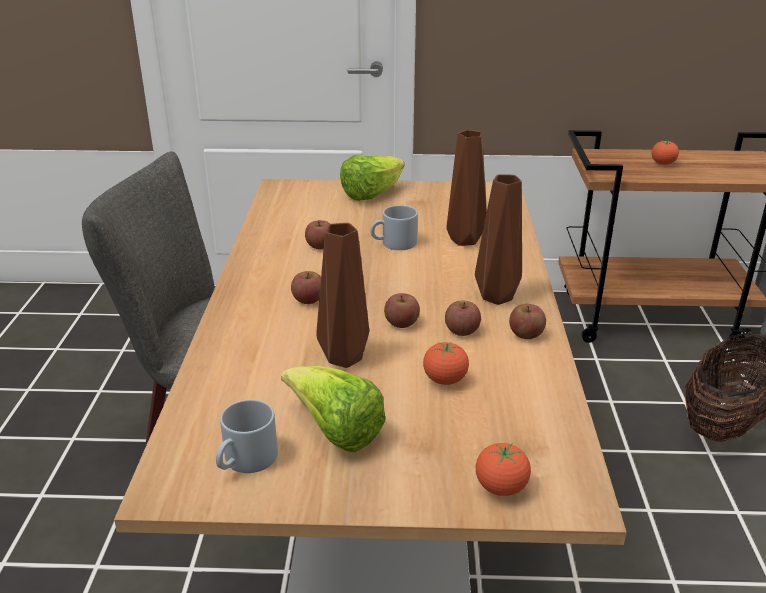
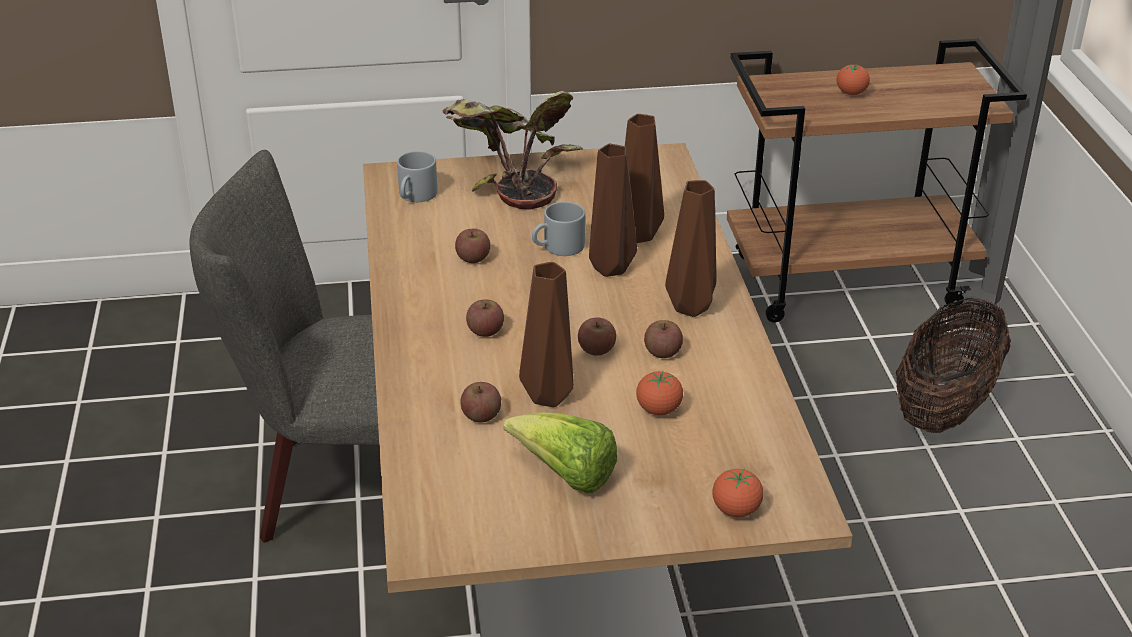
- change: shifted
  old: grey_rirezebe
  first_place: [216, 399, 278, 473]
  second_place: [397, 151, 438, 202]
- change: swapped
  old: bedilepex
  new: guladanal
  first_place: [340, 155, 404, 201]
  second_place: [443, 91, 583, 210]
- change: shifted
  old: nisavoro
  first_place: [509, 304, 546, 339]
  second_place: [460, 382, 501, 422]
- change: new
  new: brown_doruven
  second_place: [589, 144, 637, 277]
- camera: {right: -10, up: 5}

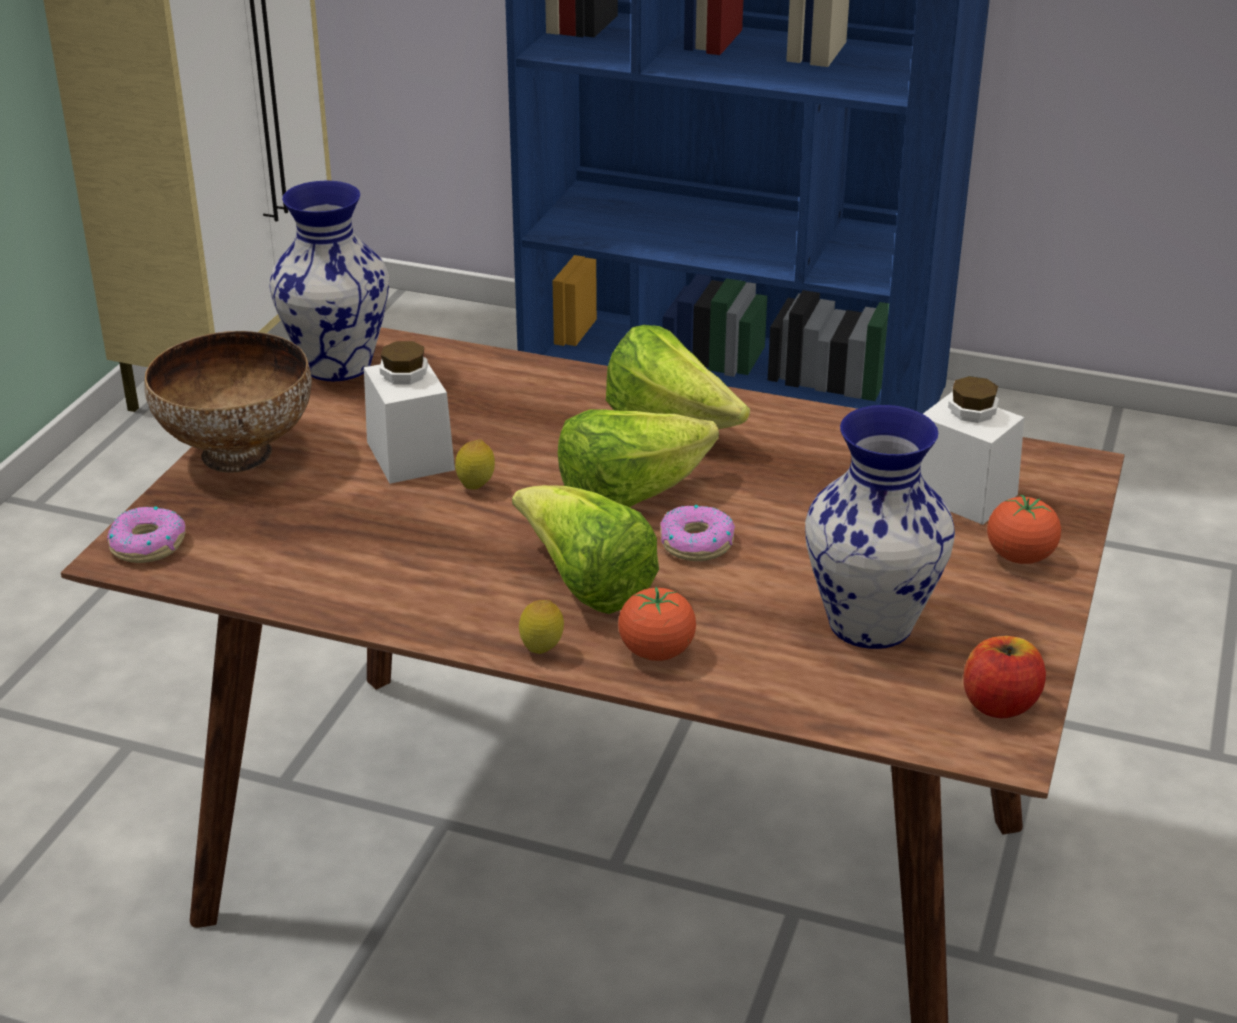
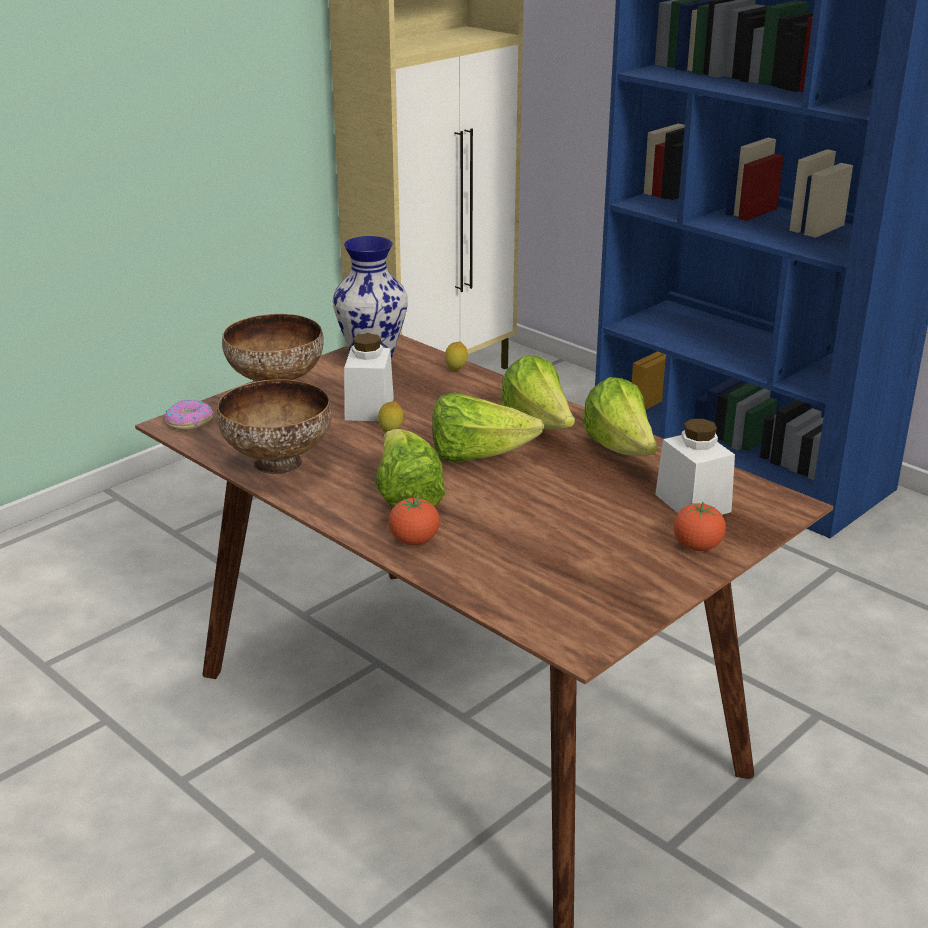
- change: shifted
  old: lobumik
  first_place: [519, 600, 564, 654]
  second_place: [445, 342, 468, 371]
- change: gone
  old: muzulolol
  first_place: [660, 505, 735, 561]
- change: gone
  old: doruven
  first_place: [805, 405, 955, 649]
- change: gone
  old: nisavoro
  first_place: [963, 636, 1046, 718]
- change: new
  new: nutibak
  second_place: [217, 379, 332, 474]
- change: new
  new: bedilepex
  second_place: [582, 377, 658, 456]
- camera: {right: 25, up: -5}

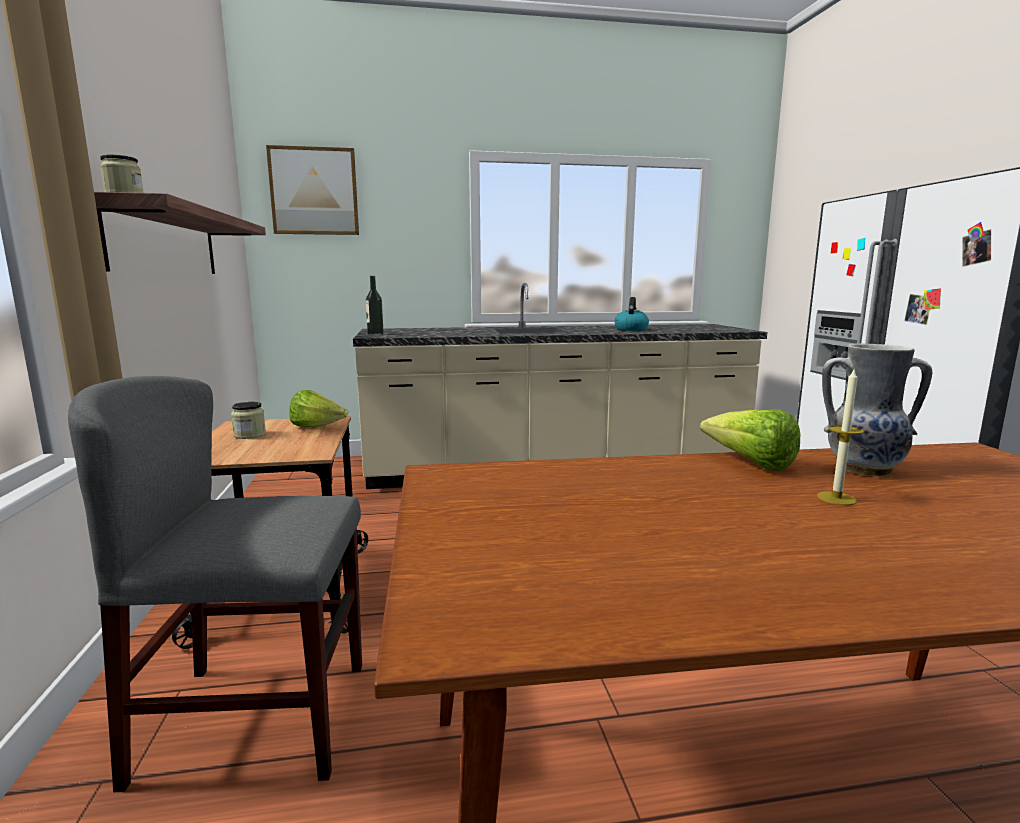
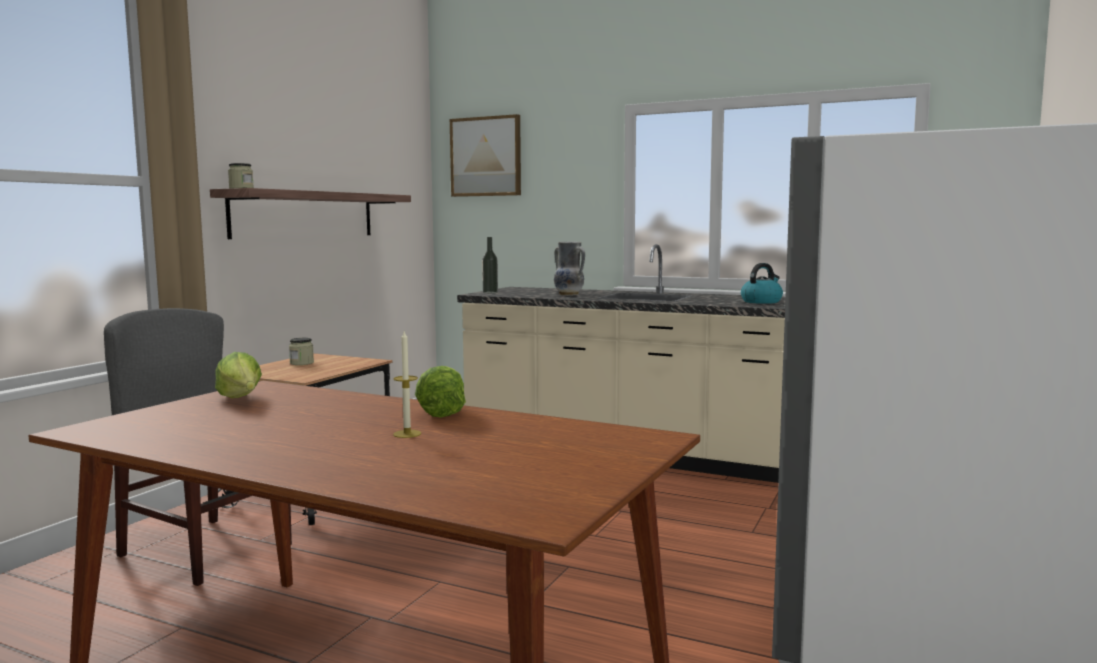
- change: shifted
  old: bedilepex
  first_place: [290, 390, 348, 427]
  second_place: [215, 352, 262, 398]
- change: shifted
  old: doruven
  first_place: [822, 343, 932, 477]
  second_place: [554, 242, 585, 296]
- camera: {right: 35, up: -5}

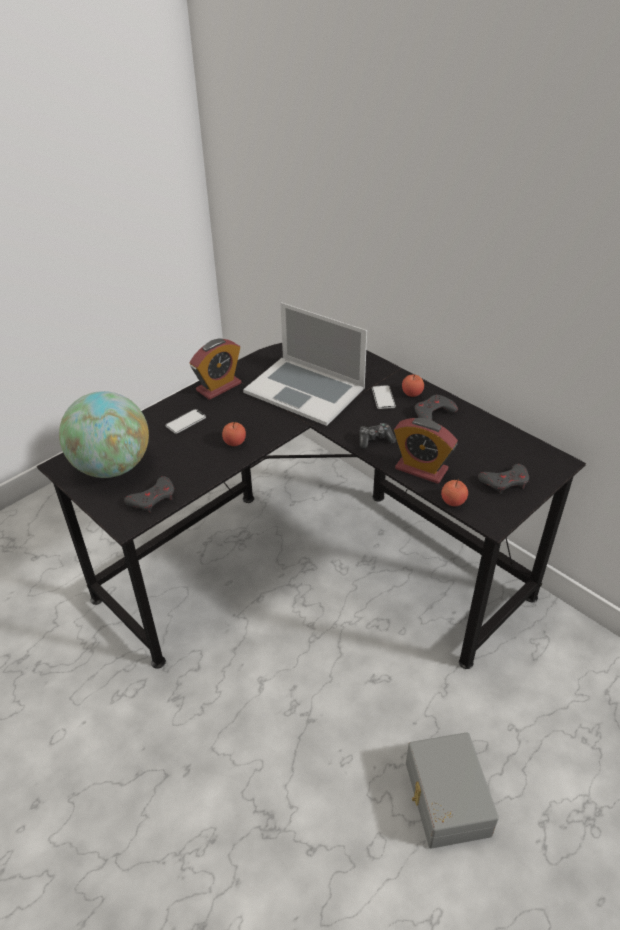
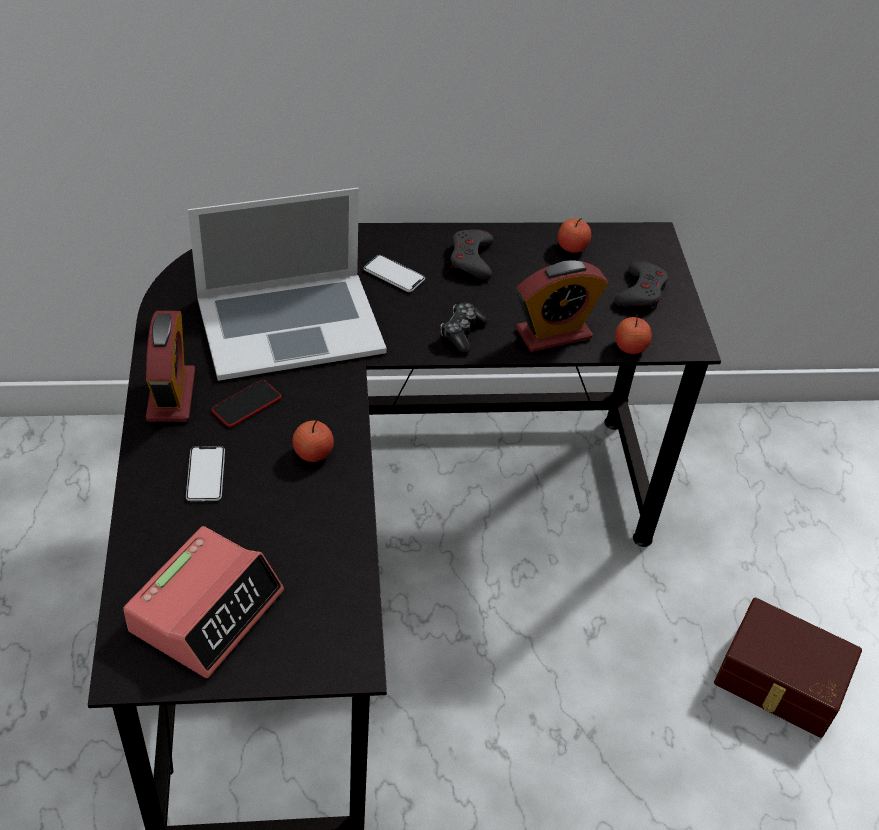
- change: swapped
  old: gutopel
  new: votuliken
  first_place: [59, 391, 149, 478]
  second_place: [123, 526, 284, 678]
- change: gone
  old: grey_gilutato
  first_place: [124, 476, 174, 512]
- change: shifted
  old: nisavoro
  first_place: [402, 375, 424, 397]
  second_place: [558, 218, 591, 253]
- change: repainted
  old: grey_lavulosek
  new: brown_lavulosek
  first_place: [406, 732, 499, 849]
  second_place: [714, 598, 862, 738]
- change: new
  new: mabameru
  second_place: [211, 380, 282, 427]
- camera: {right: -55, up: 5}

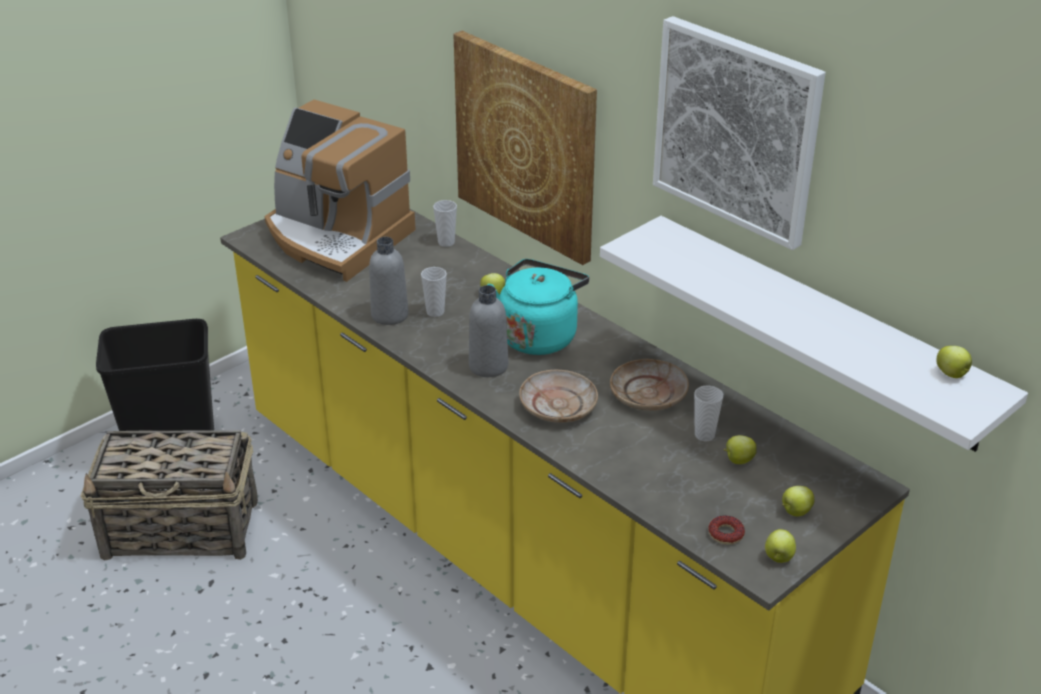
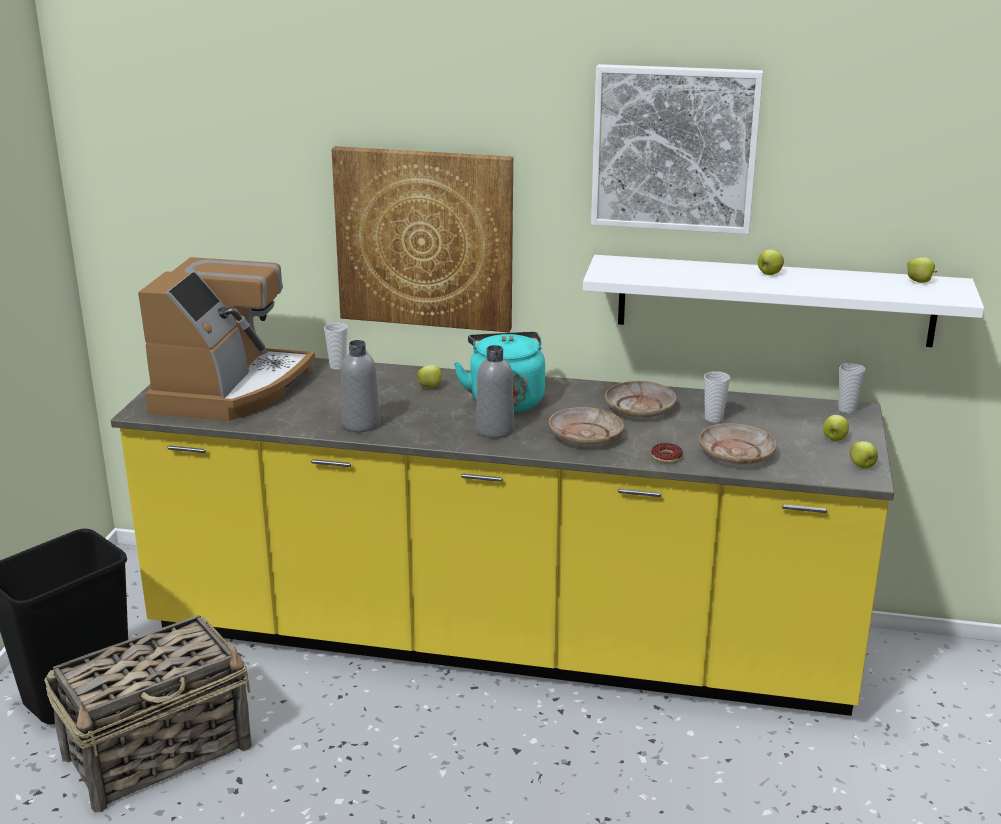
- change: rotated
  old: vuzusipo
  first_place: [265, 100, 416, 282]
  second_place: [138, 257, 315, 421]
  degrees: -75
- change: shifted
  old: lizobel
  first_place: [421, 267, 447, 317]
  second_place: [838, 363, 866, 413]
- change: shifted
  old: muzulolol
  first_place: [708, 516, 745, 545]
  second_place: [651, 443, 683, 463]
- change: shifted
  old: nisavoro
  first_place: [724, 435, 757, 464]
  second_place: [758, 249, 784, 275]
- change: new
  new: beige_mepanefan
  second_place: [699, 423, 776, 465]
- camera: {right: -35, up: -10}

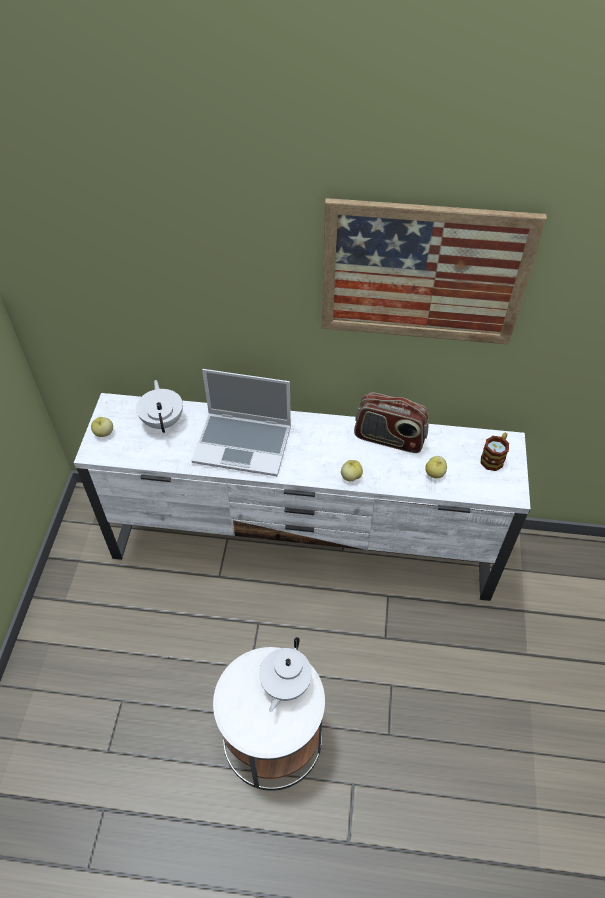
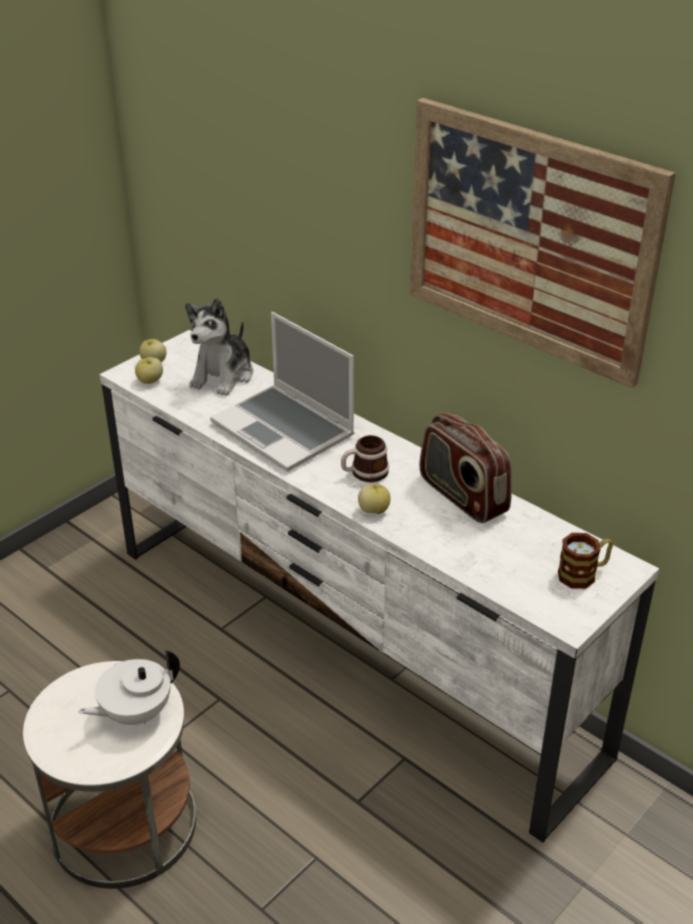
- change: swapped
  old: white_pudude
  new: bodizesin
  first_place: [136, 380, 183, 433]
  second_place: [185, 298, 253, 396]
- change: shifted
  old: nisavoro
  first_place: [425, 456, 447, 478]
  second_place: [135, 357, 163, 384]
- change: new
  new: rirezebe
  second_place: [341, 435, 389, 483]
- camera: {right: 35, up: -15}

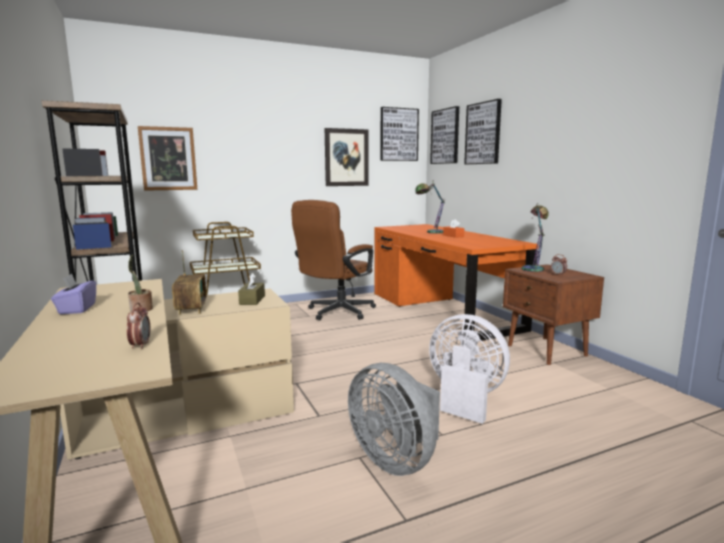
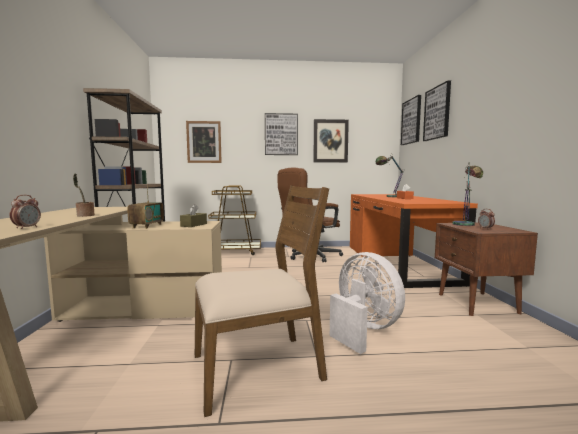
- change: gone
  old: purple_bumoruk
  first_place: [51, 274, 96, 314]
- change: swapped
  old: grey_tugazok
  new: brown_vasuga
  first_place: [348, 363, 440, 476]
  second_place: [195, 185, 329, 417]
- change: shifted
  old: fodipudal
  first_place: [380, 107, 419, 161]
  second_place: [265, 113, 298, 155]
- camera: {right: 20, up: -5}

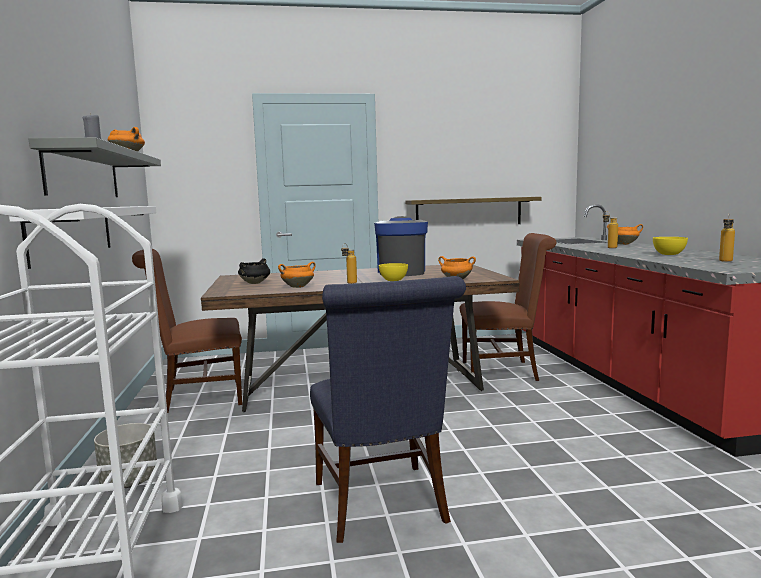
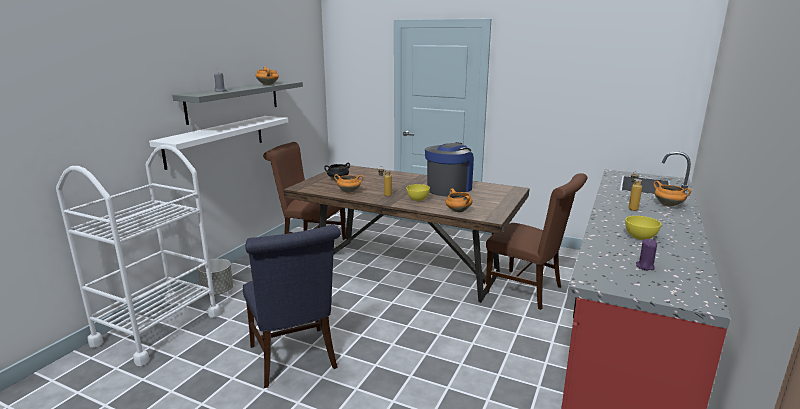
- change: rotated
  old: blue_vasuga
  first_place: [310, 276, 466, 543]
  second_place: [243, 225, 341, 388]
  degrees: -45
- change: gone
  old: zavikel
  first_place: [406, 197, 542, 224]
- change: swapped
  old: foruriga
  new: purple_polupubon
  first_place: [719, 214, 735, 262]
  second_place: [636, 239, 657, 270]
- camera: {right: 35, up: 10}

